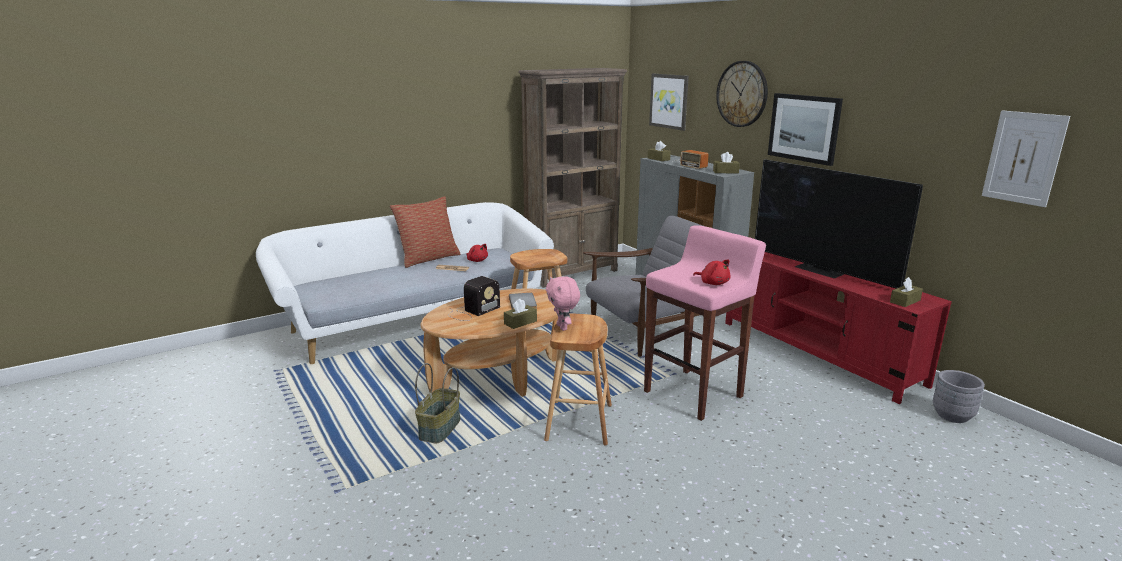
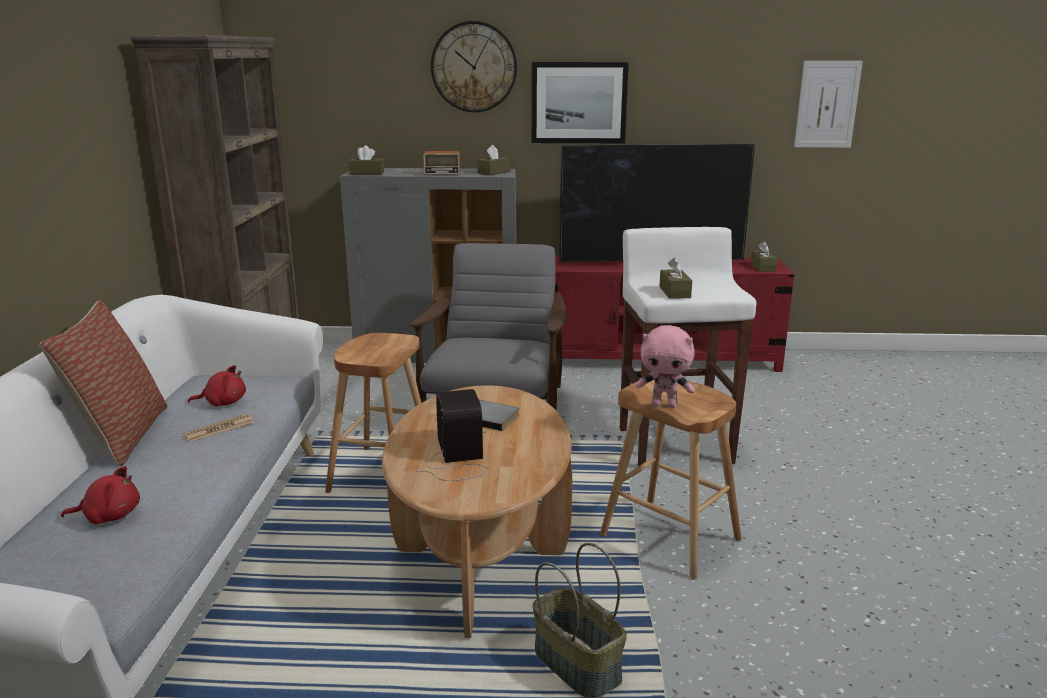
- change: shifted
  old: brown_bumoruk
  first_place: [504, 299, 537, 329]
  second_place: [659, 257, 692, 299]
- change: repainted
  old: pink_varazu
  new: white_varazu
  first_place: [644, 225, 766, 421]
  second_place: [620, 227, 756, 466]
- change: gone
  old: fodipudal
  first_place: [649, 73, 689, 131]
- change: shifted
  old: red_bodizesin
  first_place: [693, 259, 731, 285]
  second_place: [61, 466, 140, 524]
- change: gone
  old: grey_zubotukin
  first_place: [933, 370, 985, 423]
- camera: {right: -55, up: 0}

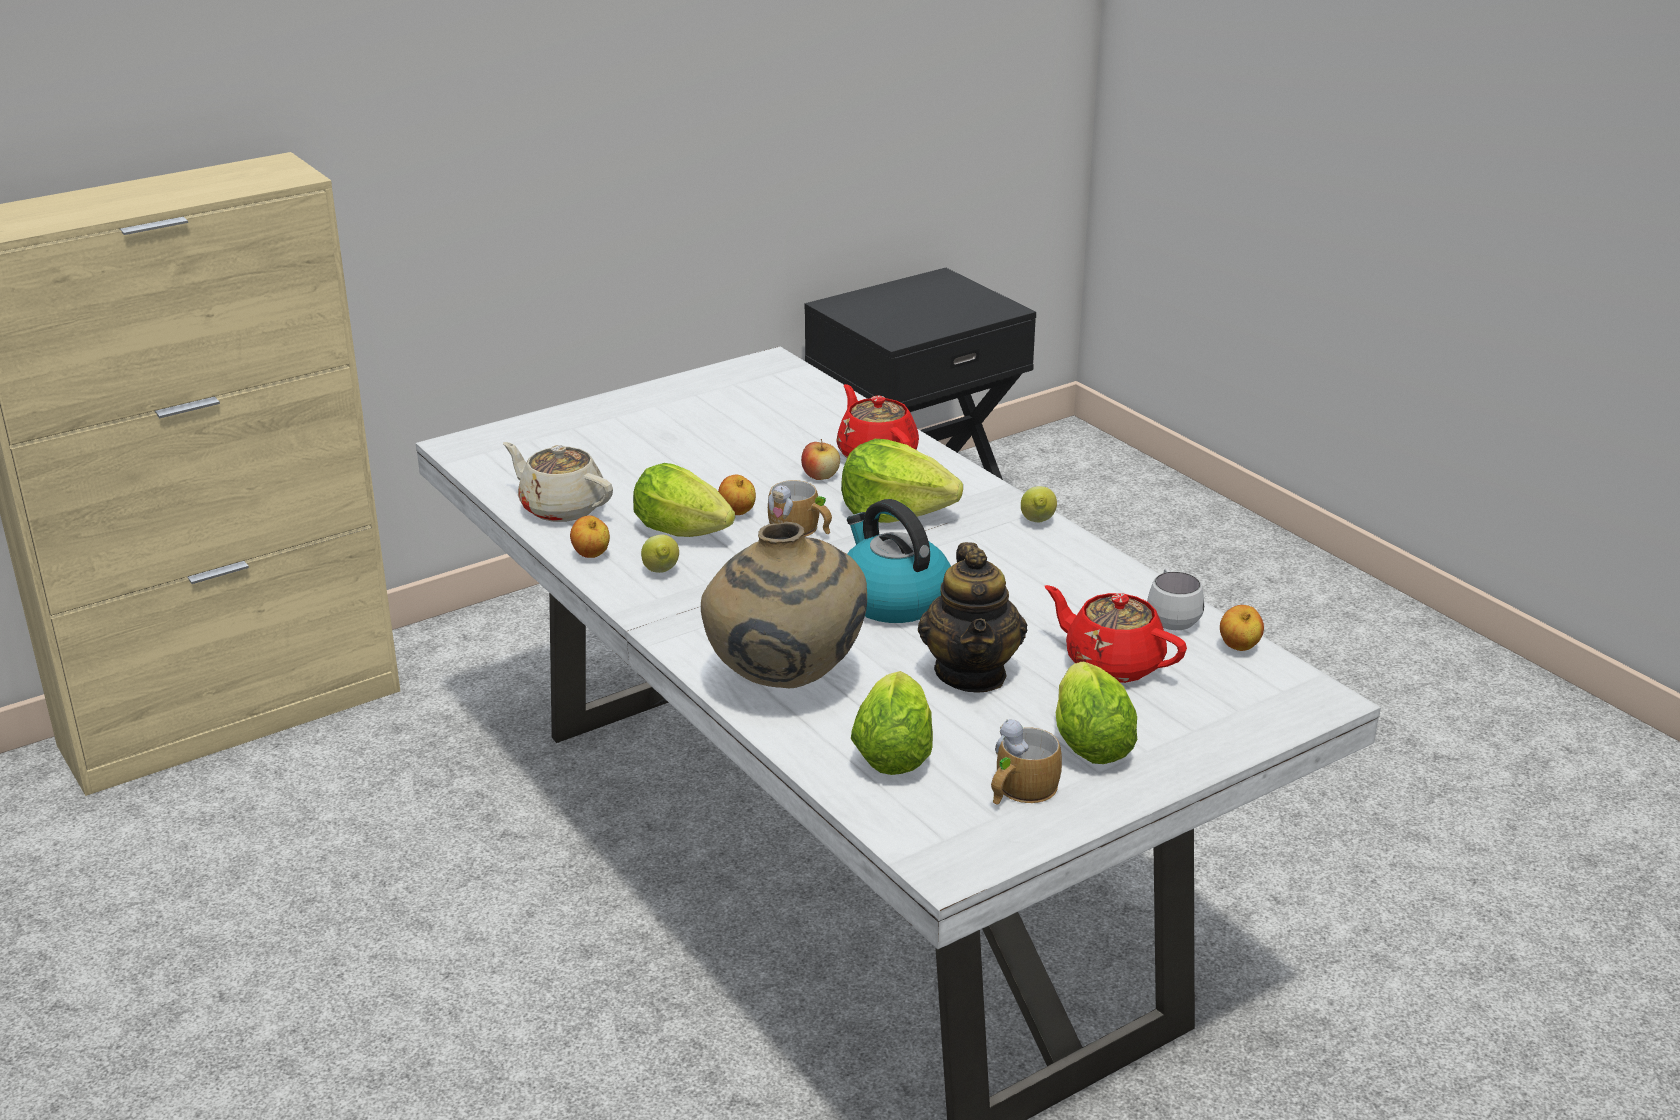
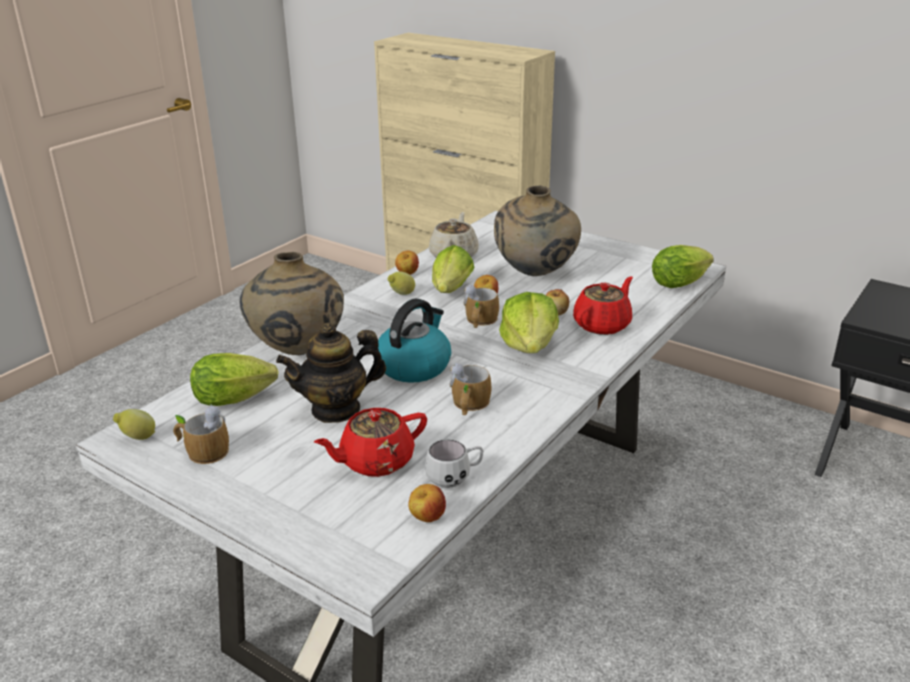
- change: shifted
  old: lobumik
  first_place: [1021, 486, 1057, 522]
  second_place: [113, 409, 155, 440]
- change: rotated
  old: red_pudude
  first_place: [1045, 585, 1187, 683]
  second_place: [314, 408, 427, 477]
  degrees: -135
- change: shifted
  old: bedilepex
  first_place: [1056, 662, 1137, 764]
  second_place: [652, 245, 714, 288]
- change: new
  new: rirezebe
  second_place: [450, 363, 491, 415]
- change: new
  new: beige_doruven
  second_place: [494, 186, 581, 276]
- camera: {right: 70, up: 0}

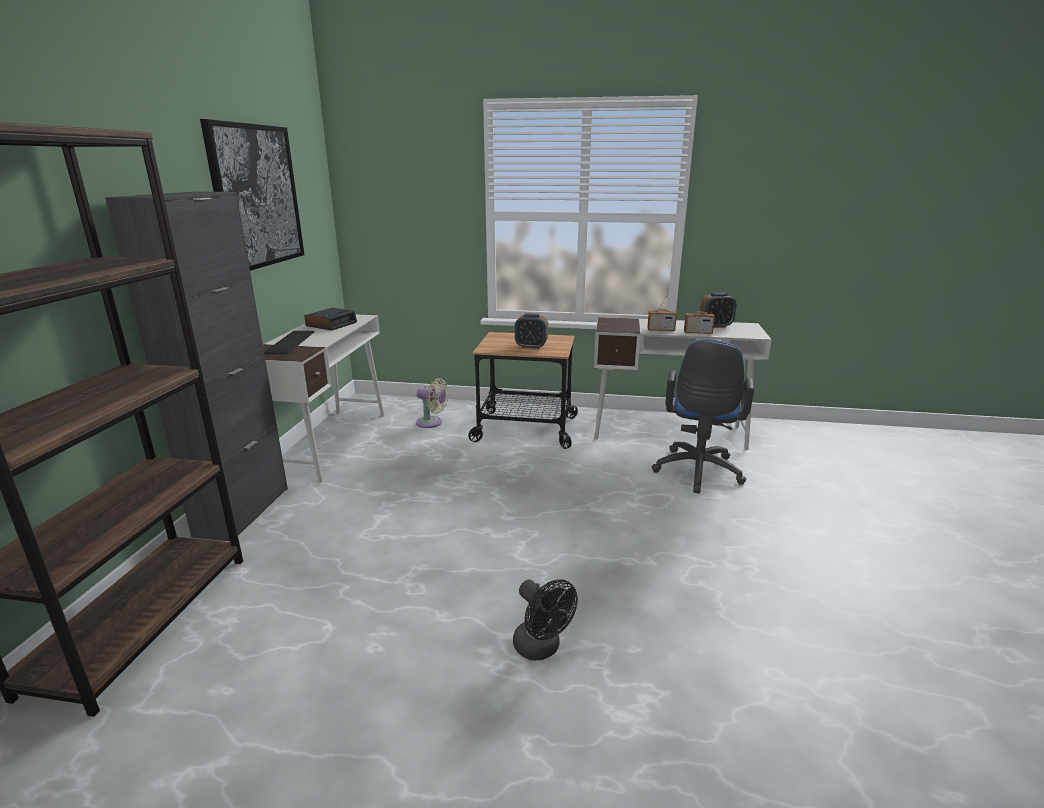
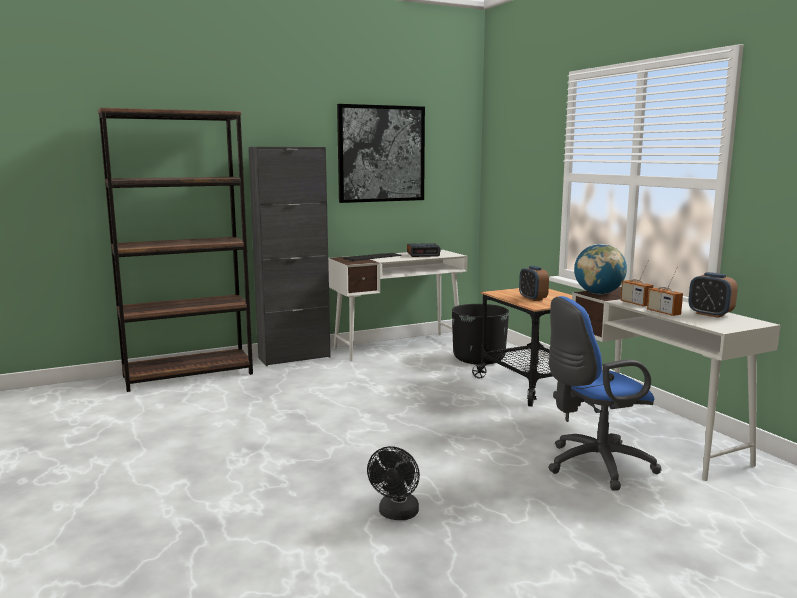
- change: swapped
  old: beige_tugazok
  new: black_zubotukin
  first_place: [416, 378, 449, 428]
  second_place: [452, 304, 509, 365]
- change: shifted
  old: black_tugazok
  first_place: [513, 579, 578, 660]
  second_place: [367, 446, 420, 520]
- change: new
  new: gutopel
  second_place: [574, 244, 627, 294]
- camera: {right: 55, up: -10}

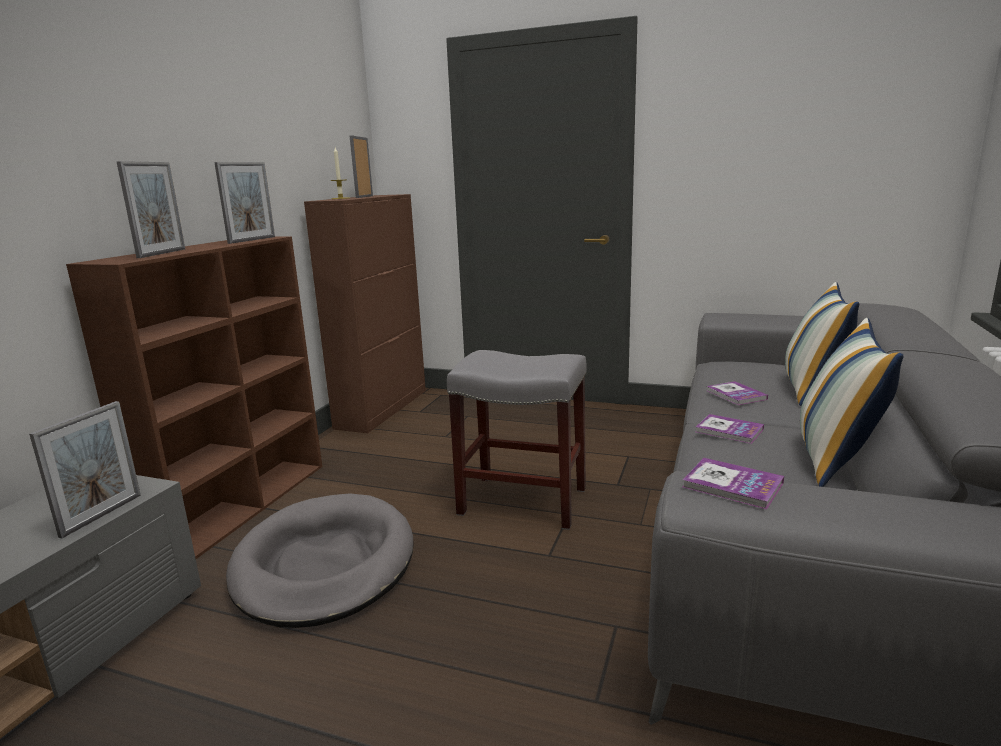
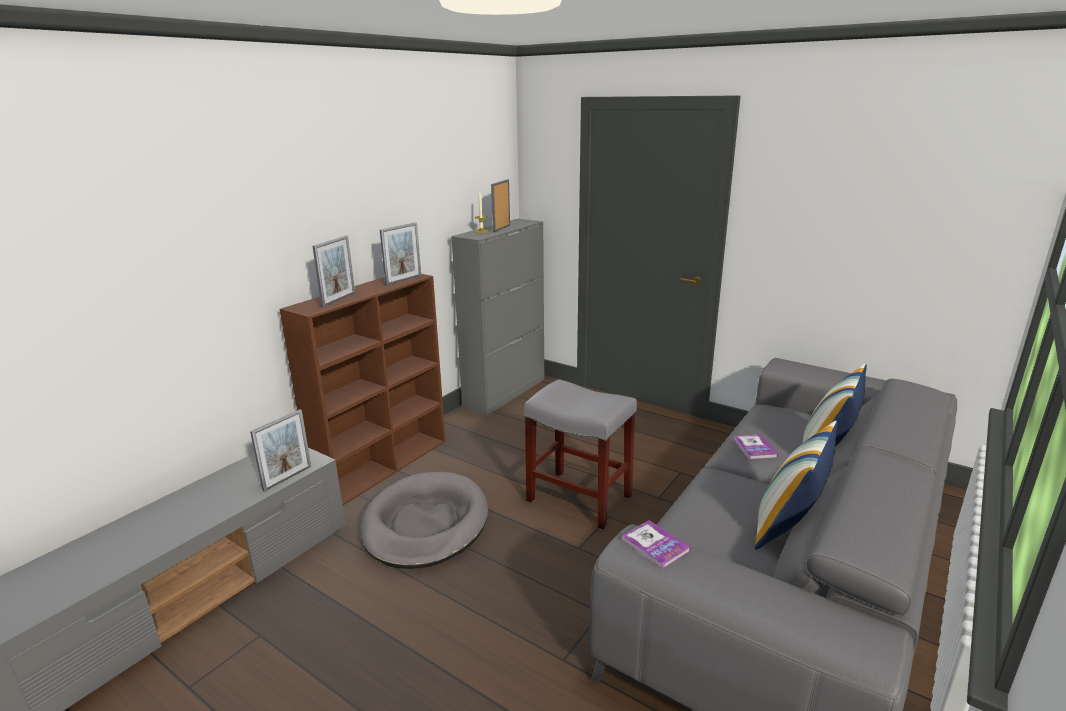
- change: repainted
  old: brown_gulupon
  new: grey_gulupon
  first_place: [304, 194, 426, 433]
  second_place: [451, 219, 544, 415]
- change: gone
  old: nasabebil
  first_place: [696, 414, 764, 444]
- camera: {right: 15, up: 5}

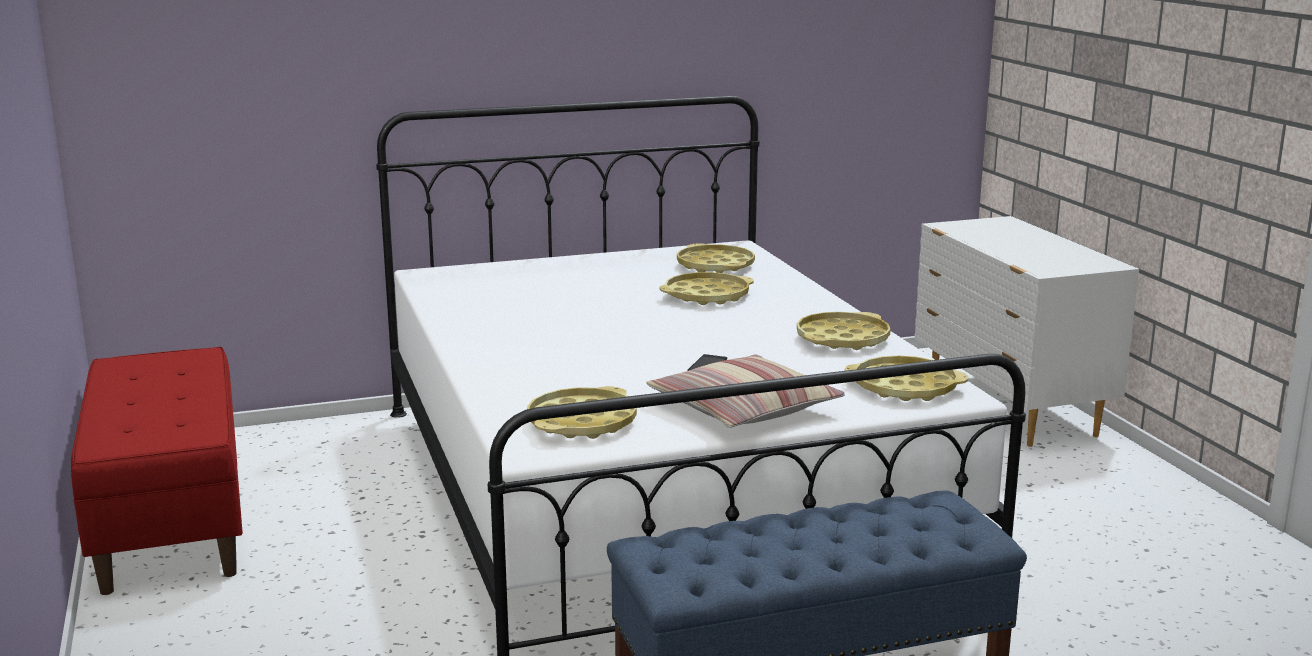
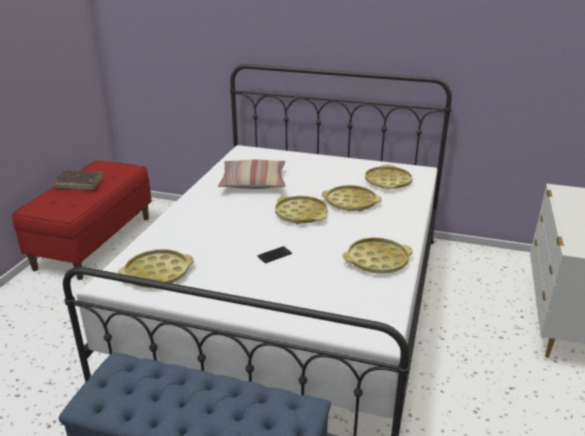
- change: shifted
  old: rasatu
  first_place: [646, 354, 845, 428]
  second_place: [218, 160, 285, 189]
- change: shifted
  old: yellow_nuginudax
  first_place: [845, 356, 968, 401]
  second_place: [275, 196, 328, 224]
- change: new
  new: brown_nasabebil
  second_place: [53, 170, 103, 190]
- camera: {right: 35, up: 10}

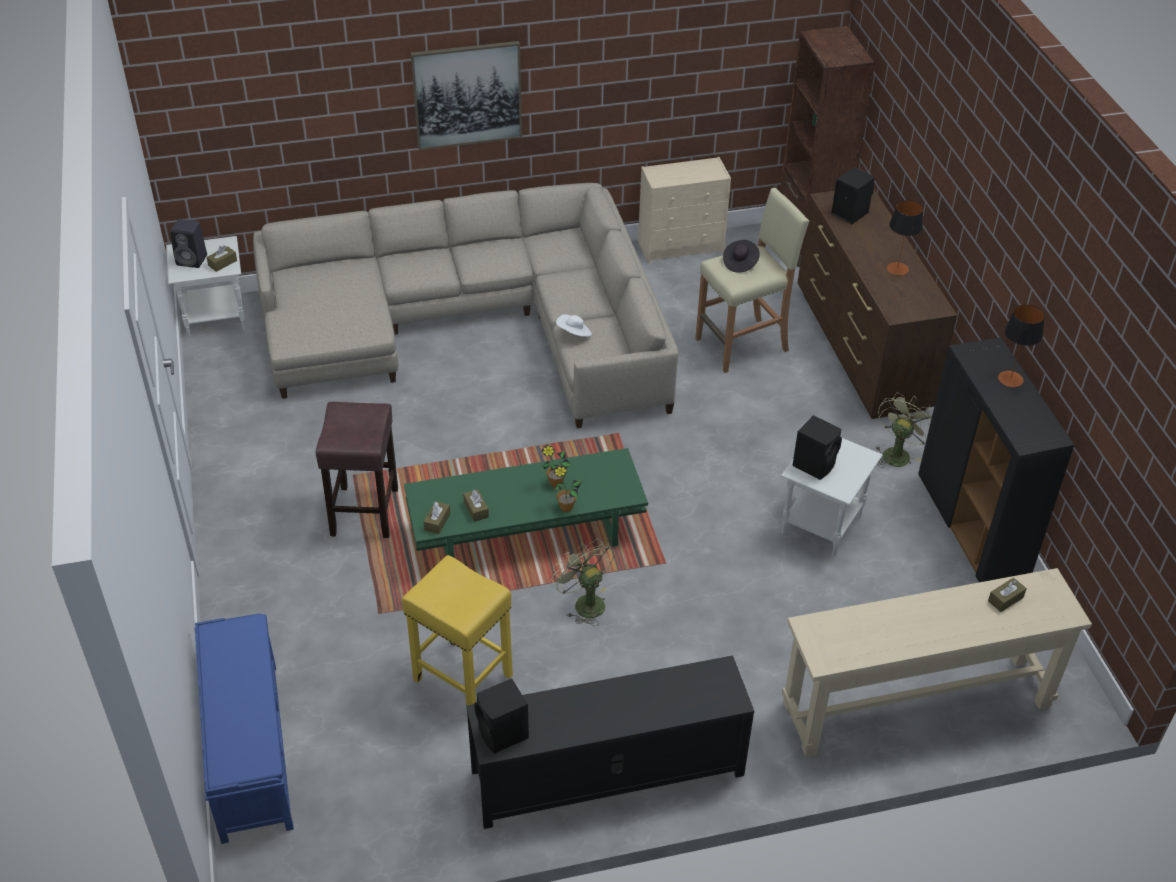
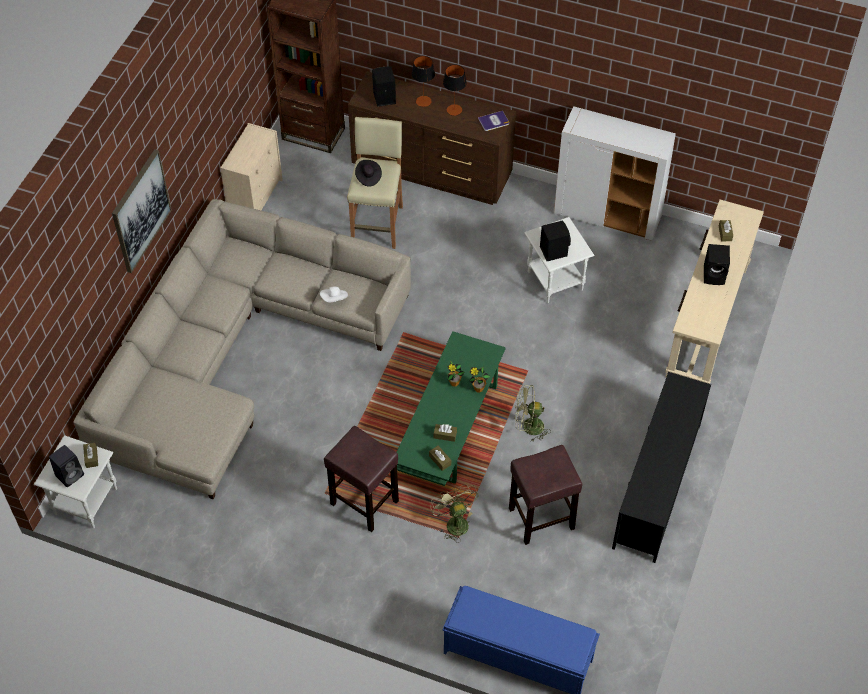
- change: repainted
  old: yellow_varazu
  new: brown_varazu
  first_place: [402, 555, 513, 706]
  second_place: [509, 445, 582, 545]
- change: shifted
  old: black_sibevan
  first_place: [474, 678, 529, 754]
  second_place: [704, 244, 730, 285]
- change: shifted
  old: green_tugazok
  first_place: [876, 393, 932, 468]
  second_place: [430, 484, 479, 543]
- change: repainted
  old: black_gulupon
  new: white_gulupon
  first_place: [918, 337, 1074, 582]
  second_place: [554, 106, 676, 241]
- change: shifted
  old: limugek
  first_place: [998, 304, 1045, 387]
  second_place: [412, 56, 435, 107]
- change: new
  new: nasabebil
  second_place: [478, 111, 509, 131]
- camera: {right: -55, up: 10}

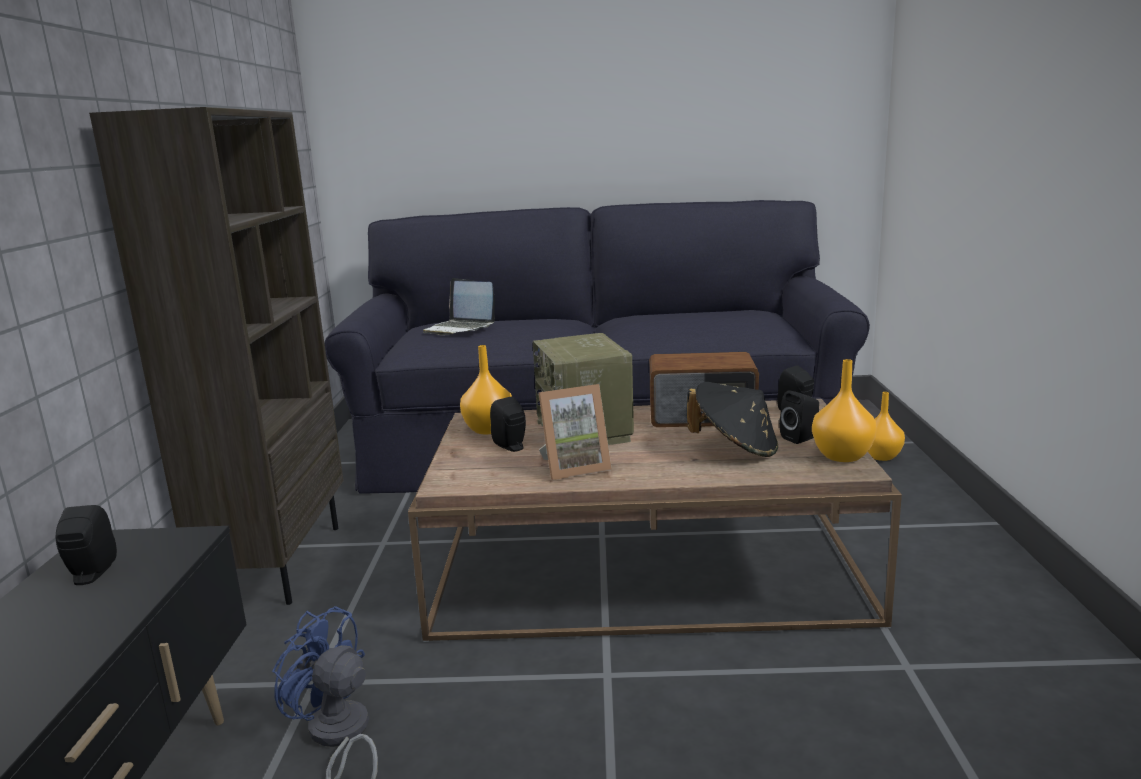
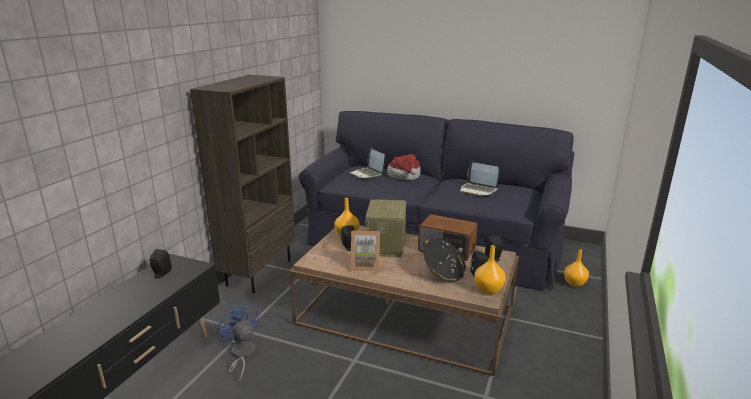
- change: new
  new: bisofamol
  second_place: [387, 154, 421, 180]
- change: new
  new: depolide
  second_place: [460, 161, 500, 196]
- camera: {right: 20, up: 5}

